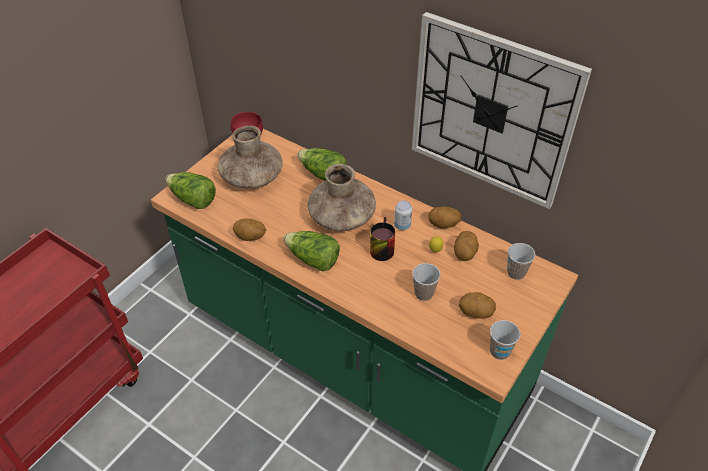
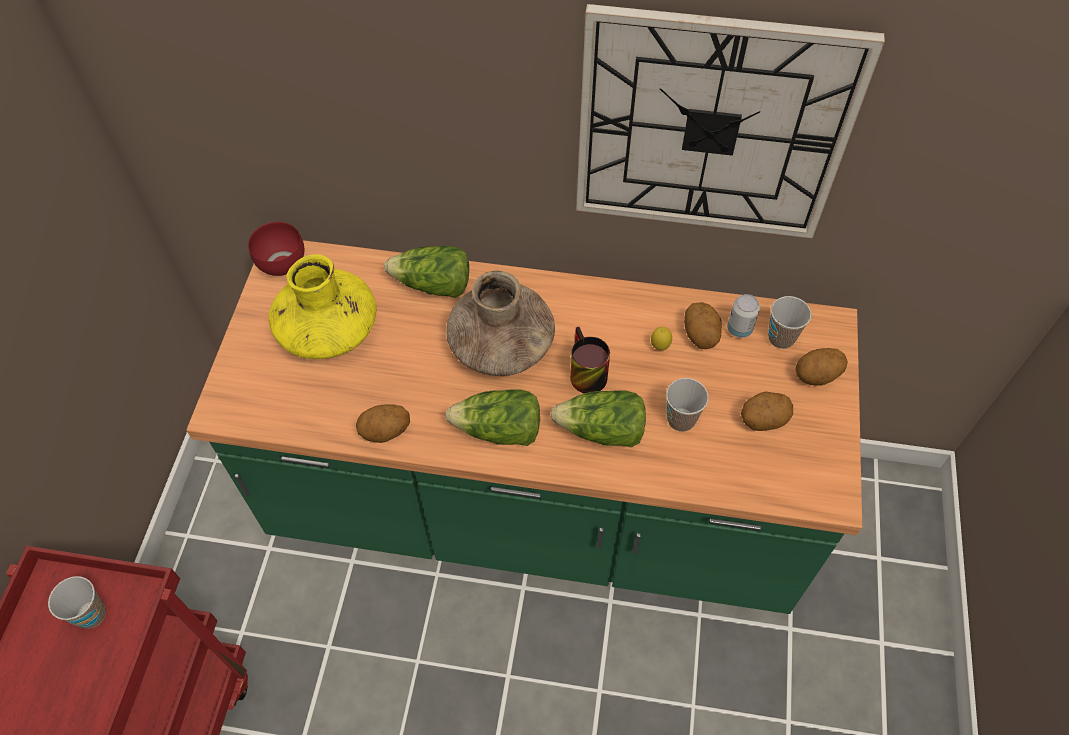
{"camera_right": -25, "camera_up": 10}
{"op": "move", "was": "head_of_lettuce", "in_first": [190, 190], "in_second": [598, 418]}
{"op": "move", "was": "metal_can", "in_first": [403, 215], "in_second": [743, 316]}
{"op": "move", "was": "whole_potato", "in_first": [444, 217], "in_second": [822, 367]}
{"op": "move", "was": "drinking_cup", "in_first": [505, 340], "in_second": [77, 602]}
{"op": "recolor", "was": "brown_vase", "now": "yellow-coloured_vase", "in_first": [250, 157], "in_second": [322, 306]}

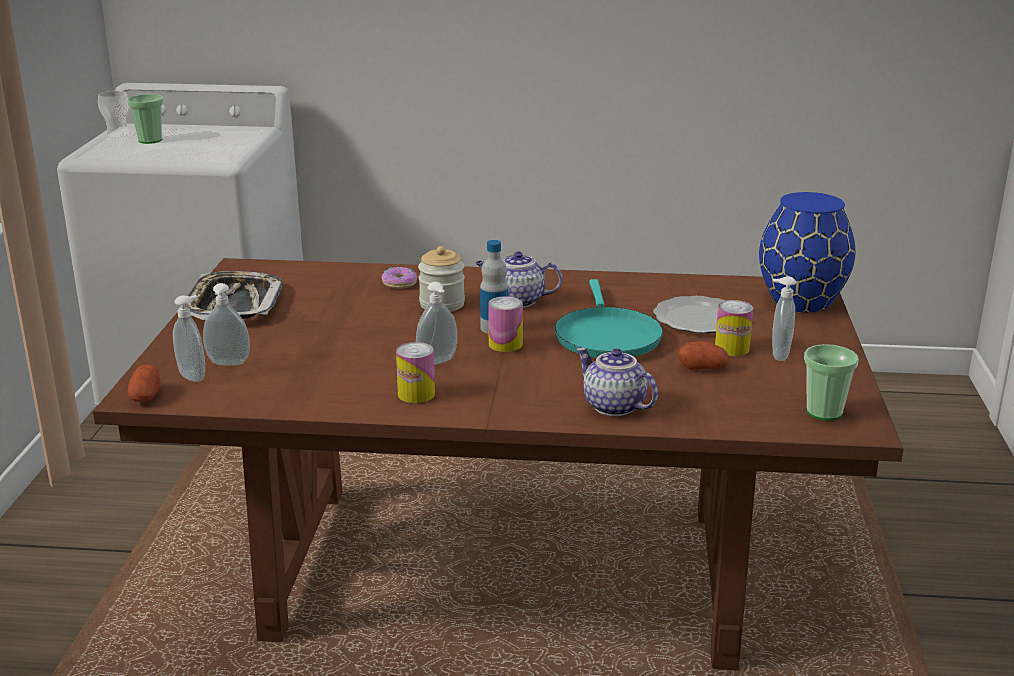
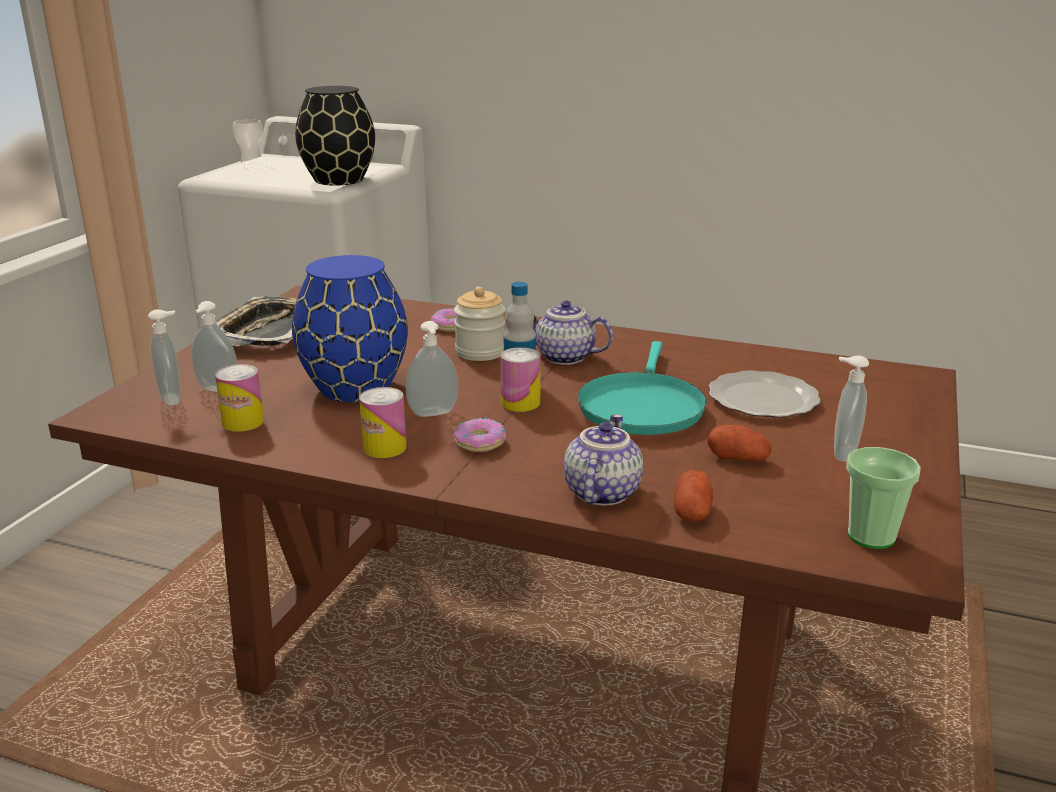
{"camera_right": 15, "camera_up": 0}
{"op": "delete", "was": "drinking_cup", "in_first": [145, 119]}
{"op": "insert", "now": "black_vase", "in_second": [335, 136]}
{"op": "insert", "now": "doughnut", "in_second": [479, 434]}
{"op": "move", "was": "whole_potato", "in_first": [144, 383], "in_second": [693, 495]}
{"op": "move", "was": "metal_can", "in_first": [734, 328], "in_second": [239, 398]}
{"op": "move", "was": "blue-coloured_vase", "in_first": [807, 252], "in_second": [350, 328]}
{"op": "rotate", "was": "tea_pot", "in_first": [617, 381], "in_second": [603, 460], "clockwise": 45}

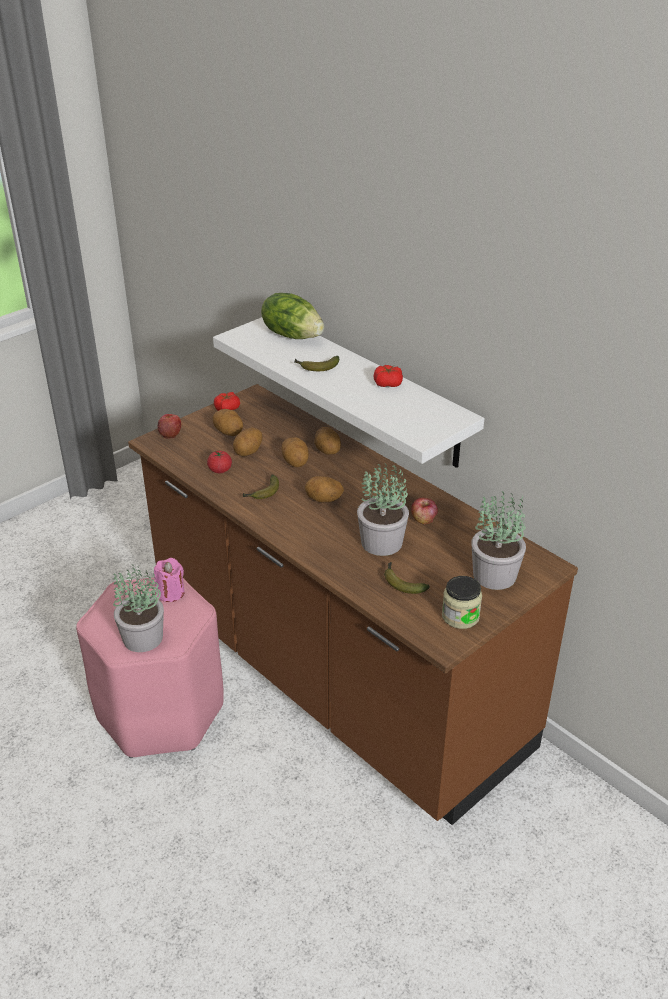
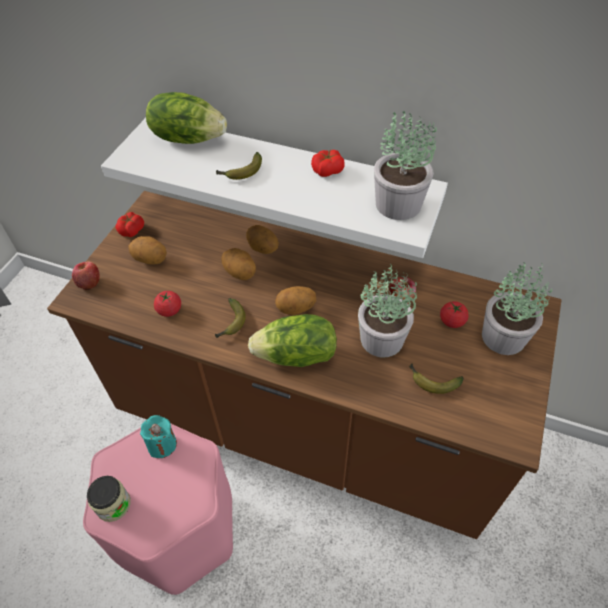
{"camera_right": -25, "camera_up": 15}
{"op": "delete", "was": "whole_potato", "in_first": [248, 442]}
{"op": "insert", "now": "head_of_lettuce", "in_second": [292, 340]}
{"op": "insert", "now": "tomato", "in_second": [454, 314]}
{"op": "move", "was": "potted_plant", "in_first": [138, 608], "in_second": [405, 165]}
{"op": "move", "was": "storage_jar", "in_first": [462, 602], "in_second": [109, 499]}
{"op": "recolor", "was": "pink-coloured_wax_light", "now": "turquoise_wax_light", "in_first": [169, 580], "in_second": [158, 436]}

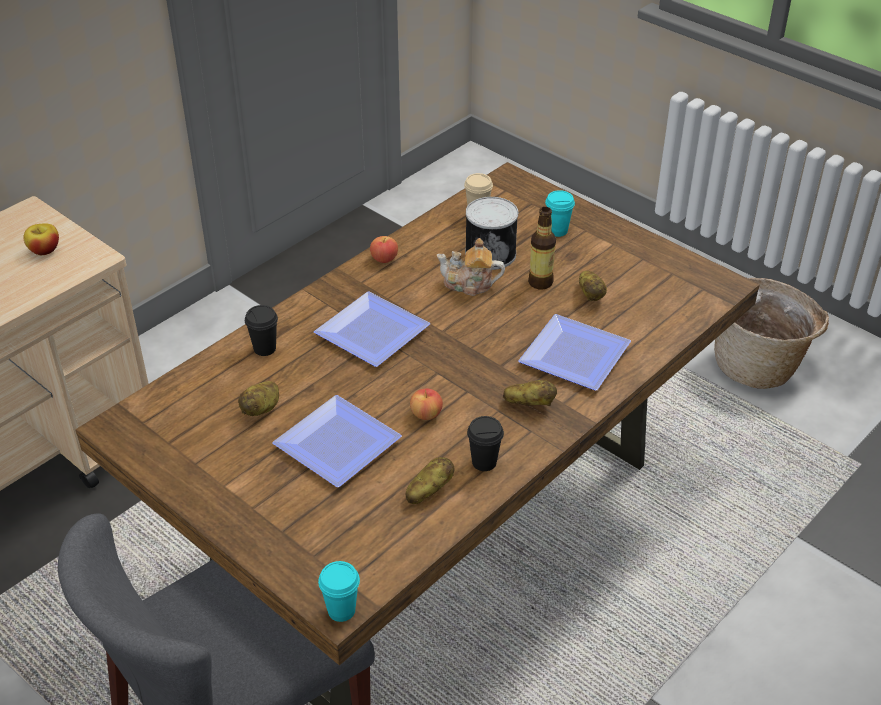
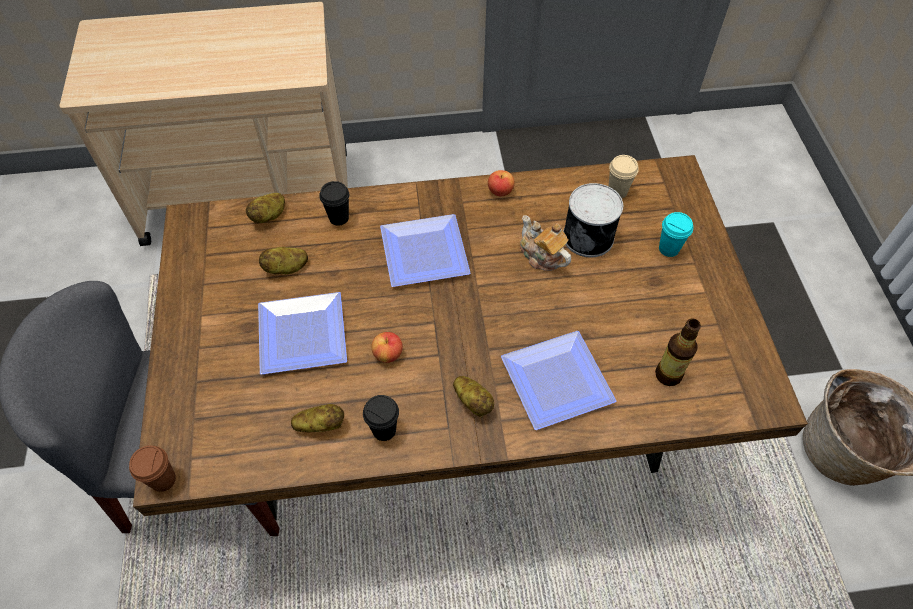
{"camera_right": 40, "camera_up": 15}
{"op": "delete", "was": "apple_fruit", "in_first": [41, 239]}
{"op": "move", "was": "bottle", "in_first": [542, 248], "in_second": [678, 352]}
{"op": "move", "was": "whole_potato", "in_first": [593, 286], "in_second": [265, 208]}
{"op": "recolor", "was": "turquoise_drinking_cup", "now": "brown_drinking_cup", "in_first": [339, 591], "in_second": [152, 468]}

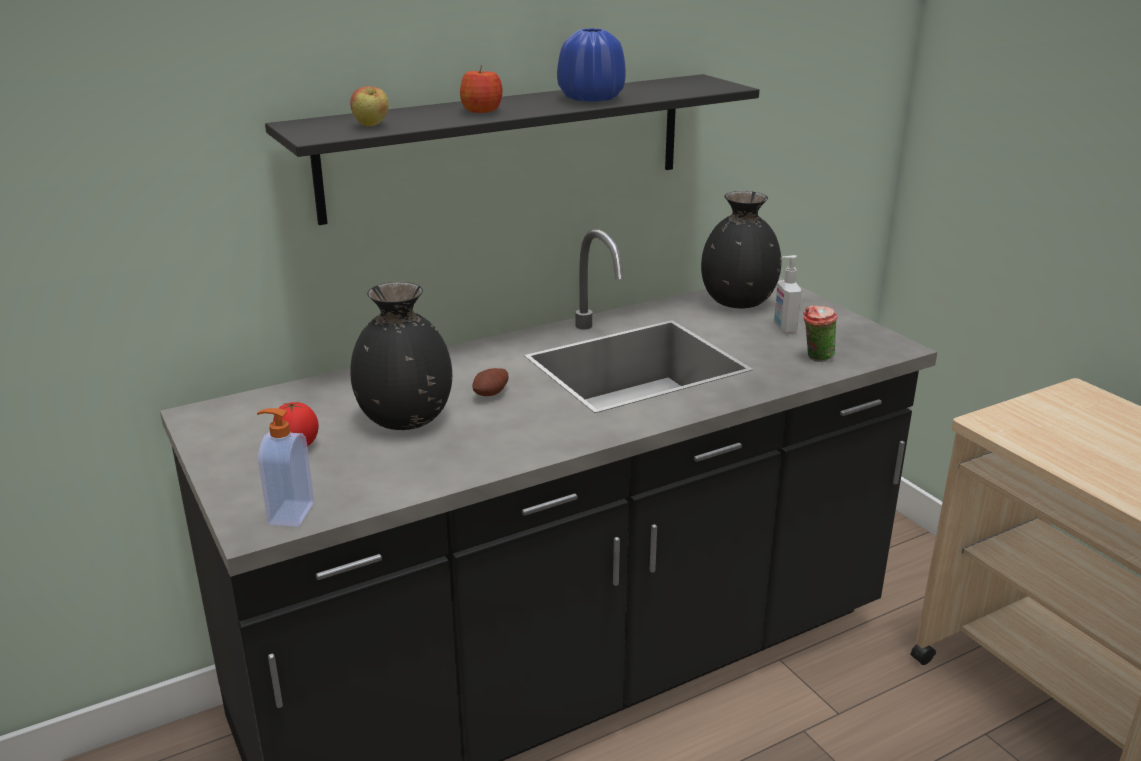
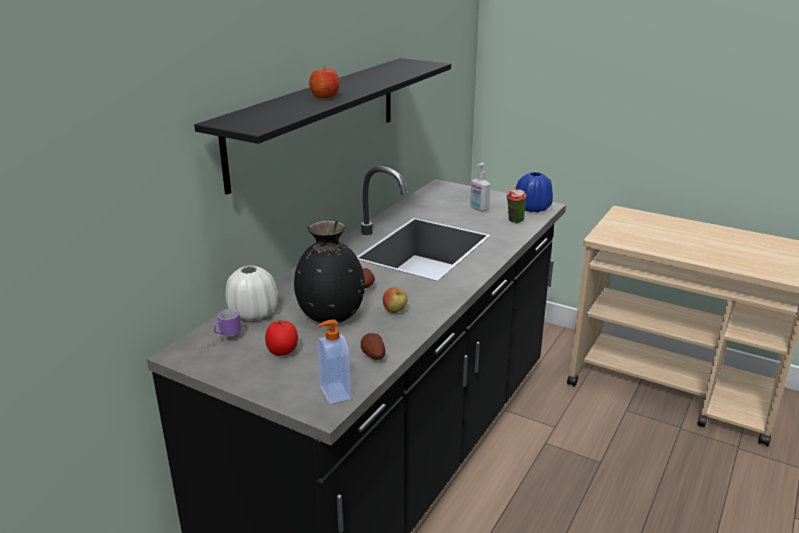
{"camera_right": -30, "camera_up": 0}
{"op": "delete", "was": "black_vase", "in_first": [741, 249]}
{"op": "insert", "now": "tea_mug", "in_second": [220, 329]}
{"op": "insert", "now": "white-coloured_vase", "in_second": [252, 293]}
{"op": "insert", "now": "whole_potato", "in_second": [373, 346]}
{"op": "move", "was": "apple_fruit", "in_first": [369, 106], "in_second": [395, 300]}
{"op": "move", "was": "blue-coloured_vase", "in_first": [591, 65], "in_second": [534, 192]}

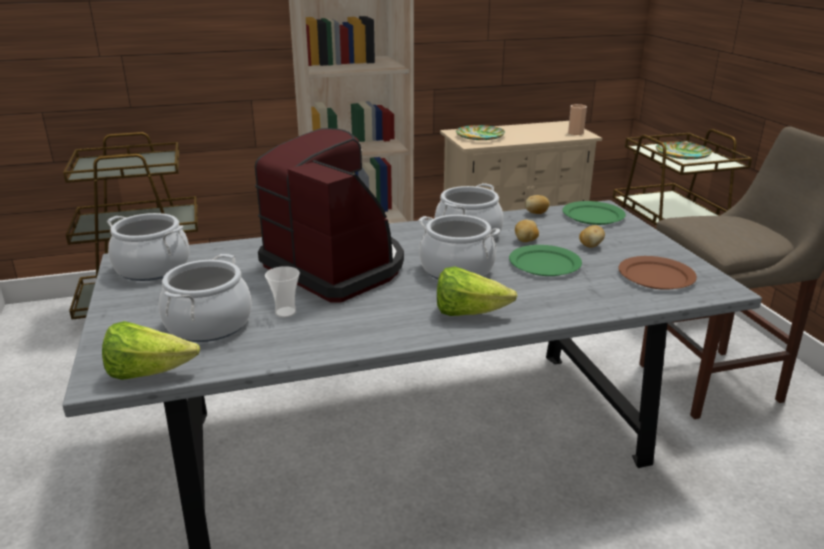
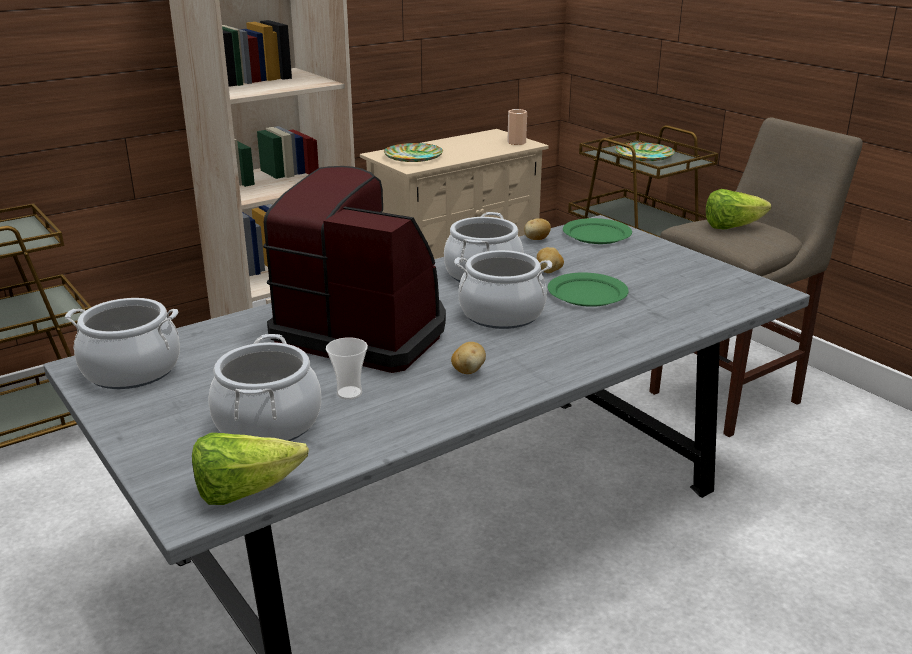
{"camera_right": -20, "camera_up": 0}
{"op": "delete", "was": "brown_dinner_plate", "in_first": [657, 273]}
{"op": "move", "was": "head_of_lettuce", "in_first": [477, 291], "in_second": [738, 209]}
{"op": "move", "was": "whole_potato", "in_first": [592, 236], "in_second": [468, 358]}

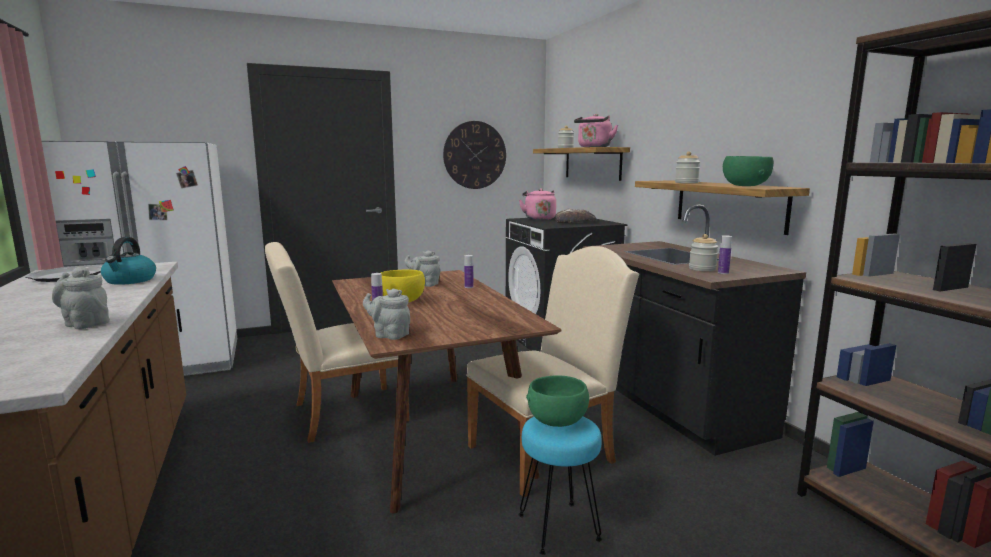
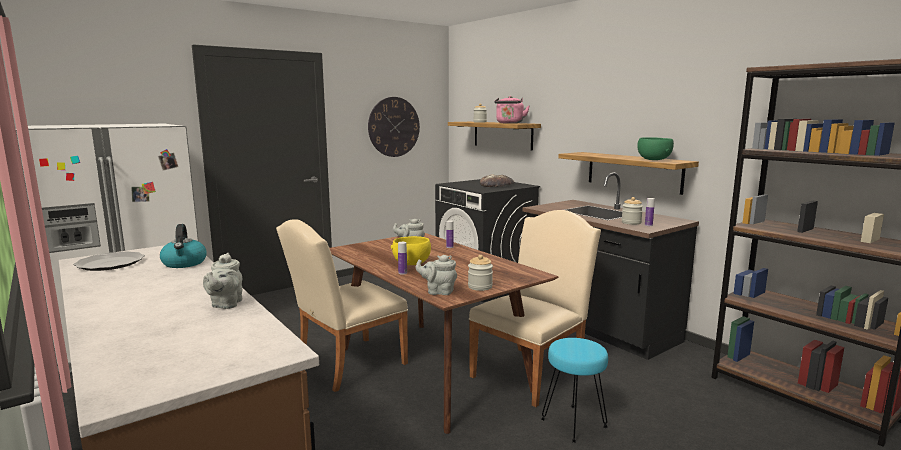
{"camera_right": -15, "camera_up": 0}
{"op": "delete", "was": "pink-coloured_water_kettle", "in_first": [537, 204]}
{"op": "delete", "was": "green-coloured_deep_dish", "in_first": [557, 401]}
{"op": "move", "was": "storage_jar", "in_first": [687, 167], "in_second": [480, 273]}
{"op": "rotate", "was": "greyish_tea_pot", "in_first": [81, 298], "in_second": [222, 281], "clockwise": -105}

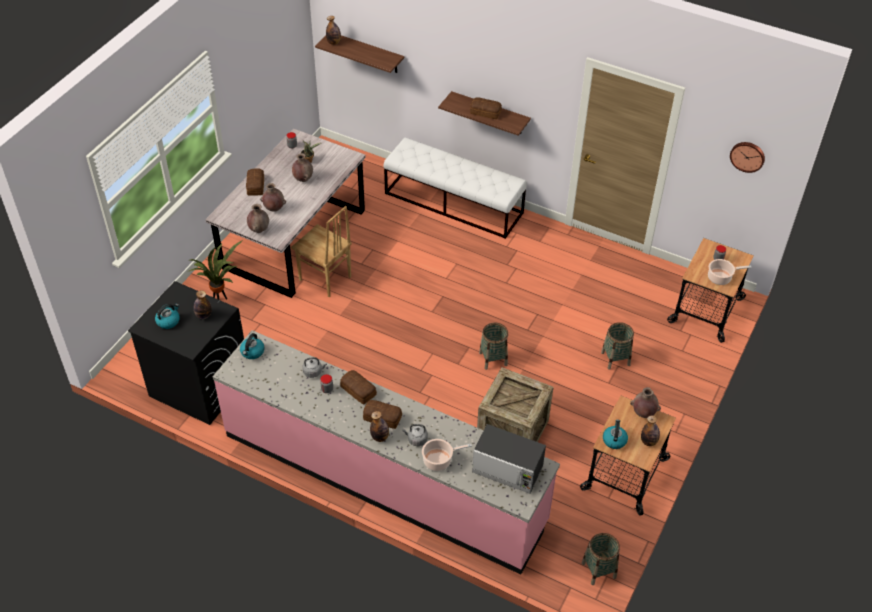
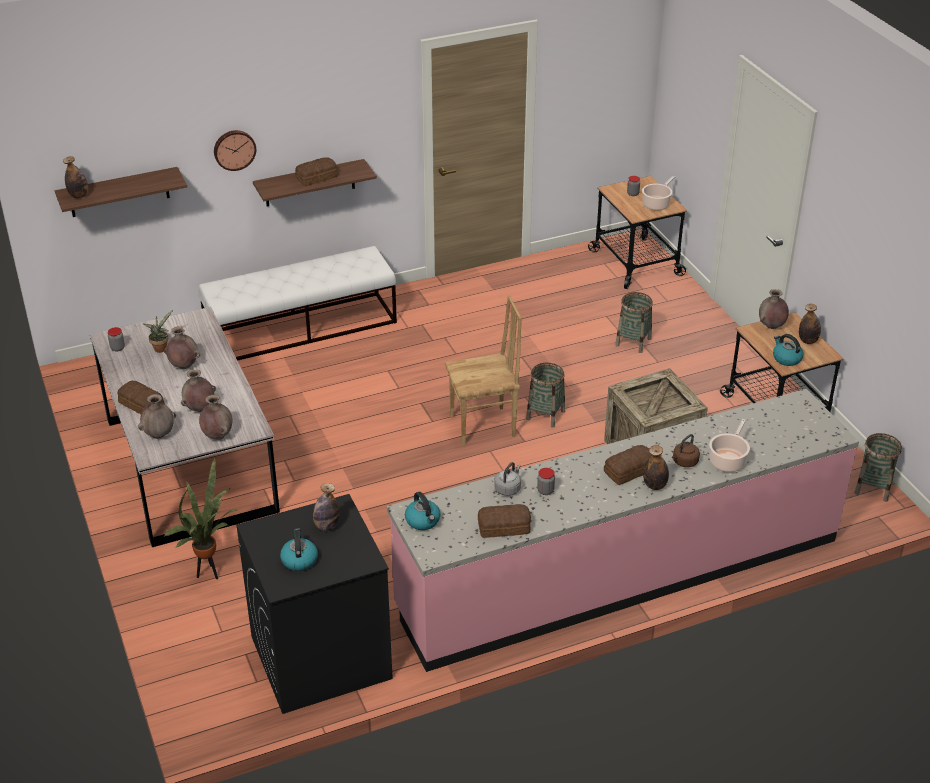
{"camera_right": -50, "camera_up": -10}
{"op": "delete", "was": "microwave_oven", "in_first": [509, 459]}
{"op": "insert", "now": "brown_vase", "in_second": [157, 416]}
{"op": "move", "was": "brown_plain_chair", "in_first": [321, 251], "in_second": [483, 371]}
{"op": "move", "was": "bakery_bread", "in_first": [358, 387], "in_second": [504, 521]}
{"op": "move", "was": "wall_clock", "in_first": [747, 157], "in_second": [235, 150]}
{"op": "recolor", "was": "greyish_water_kettle", "now": "brown_water_kettle", "in_first": [415, 435], "in_second": [686, 450]}

